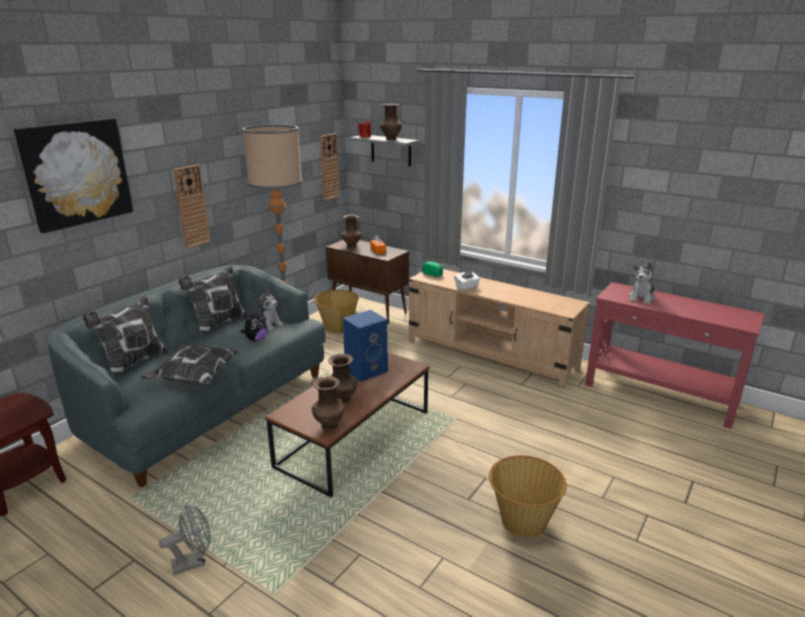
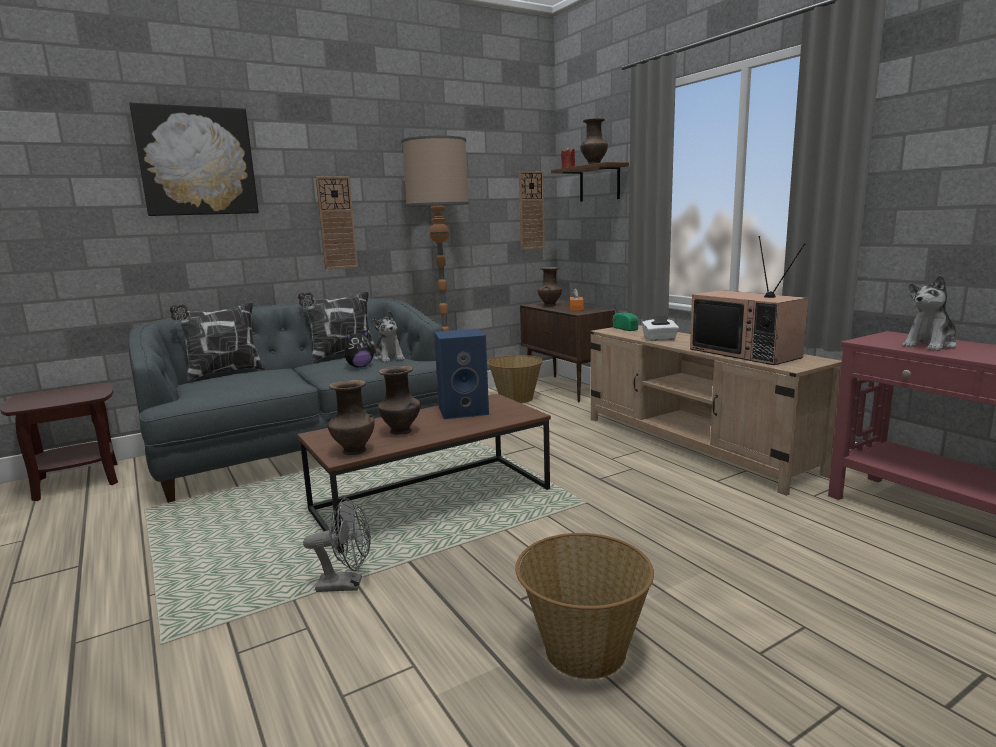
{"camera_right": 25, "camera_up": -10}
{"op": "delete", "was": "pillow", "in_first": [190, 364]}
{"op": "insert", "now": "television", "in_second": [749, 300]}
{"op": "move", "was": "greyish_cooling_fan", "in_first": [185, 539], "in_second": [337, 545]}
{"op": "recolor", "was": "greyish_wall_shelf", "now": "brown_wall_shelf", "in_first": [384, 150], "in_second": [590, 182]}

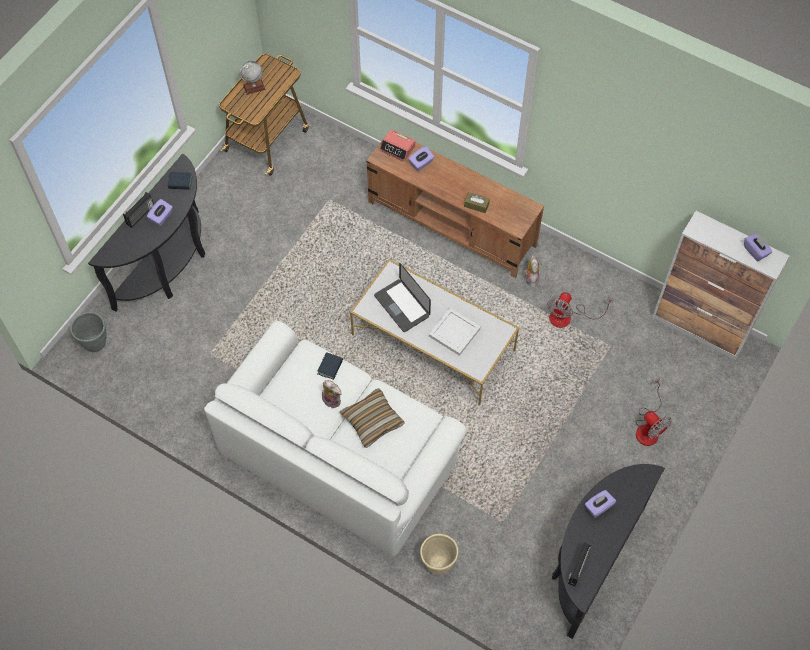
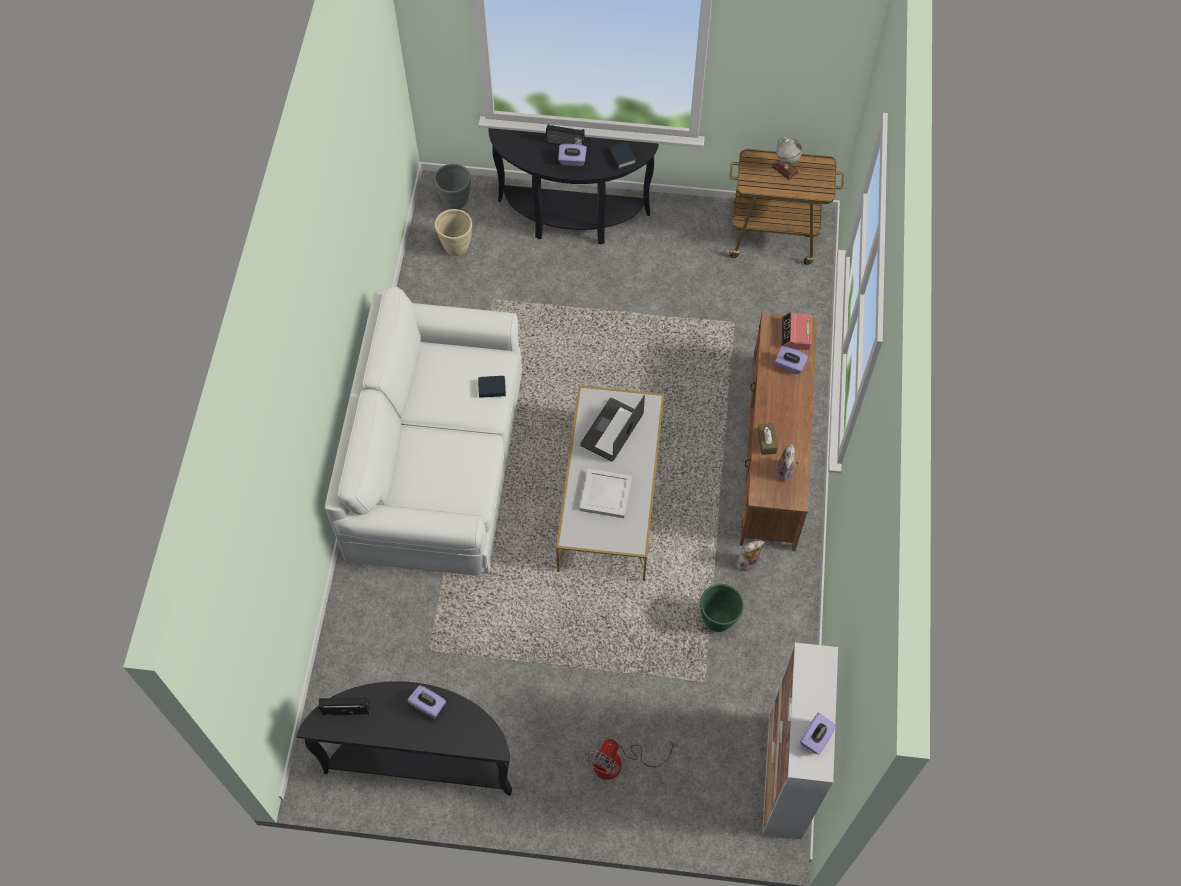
{"camera_right": 65, "camera_up": 0}
{"op": "delete", "was": "pillow", "in_first": [372, 418]}
{"op": "move", "was": "cuddly_toy", "in_first": [332, 394], "in_second": [787, 462]}
{"op": "move", "was": "beige-coloured_plant_pot", "in_first": [439, 554], "in_second": [453, 232]}
{"op": "replace", "was": "cooling_fan", "now": "green-coloured_plant_pot", "in_first": [580, 310], "in_second": [722, 608]}

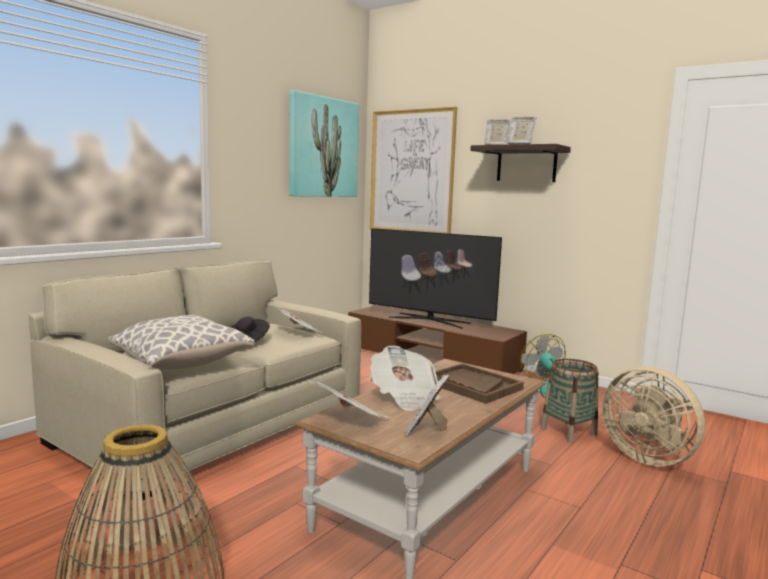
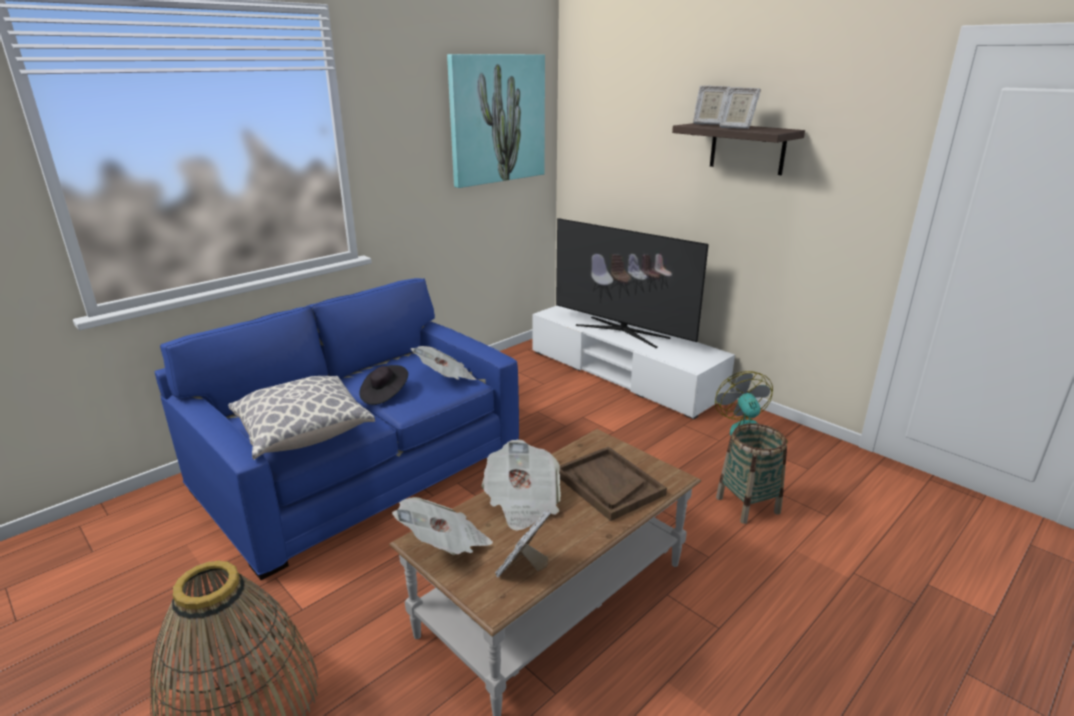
{"camera_right": 10, "camera_up": 15}
{"op": "delete", "was": "wall_art", "in_first": [413, 170]}
{"op": "delete", "was": "beige-coloured_cooling_fan", "in_first": [653, 416]}
{"op": "recolor", "was": "beige-coloured_settee", "now": "blue-coloured_settee", "in_first": [195, 380], "in_second": [337, 429]}
{"op": "recolor", "was": "brown_media_console", "now": "white-coloured_media_console", "in_first": [437, 339], "in_second": [633, 362]}

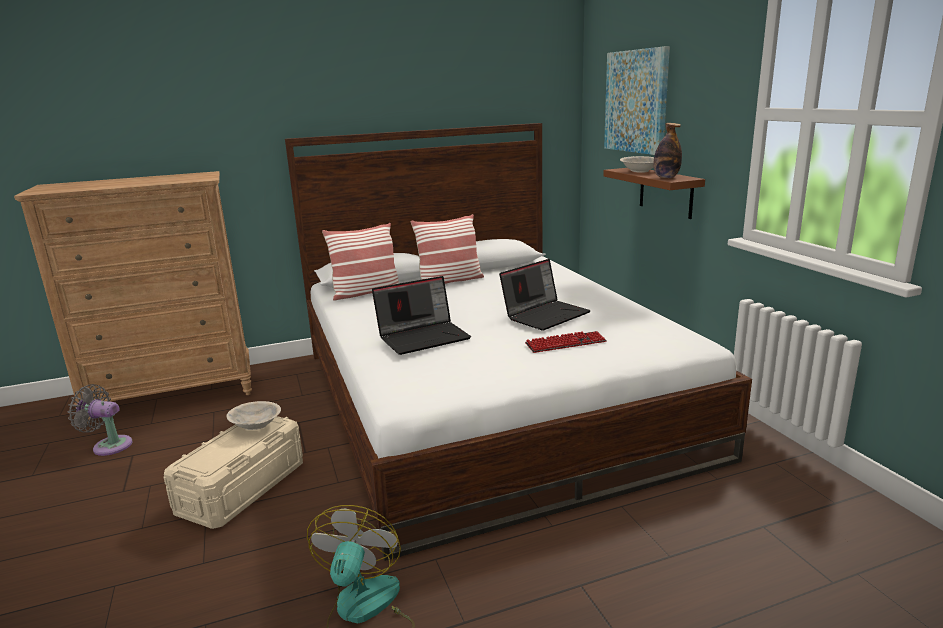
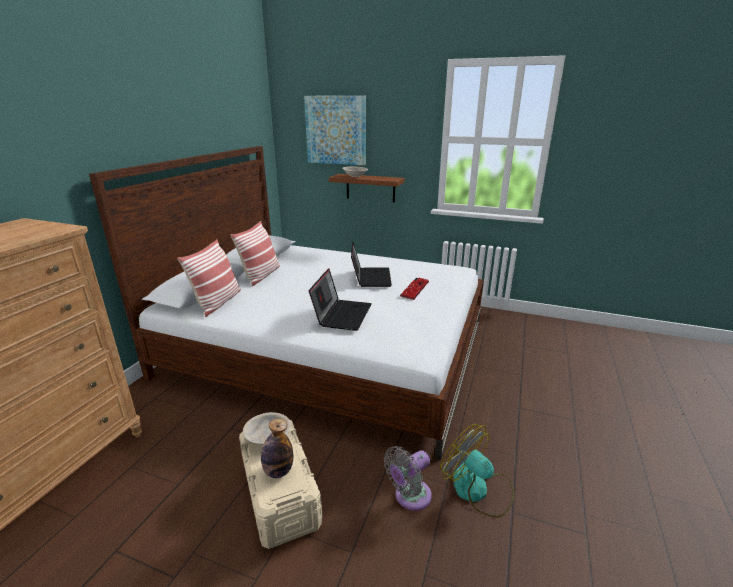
{"camera_right": -50, "camera_up": 5}
{"op": "move", "was": "greyish_cooling_fan", "in_first": [99, 420], "in_second": [408, 478]}
{"op": "move", "was": "bottle", "in_first": [668, 150], "in_second": [277, 448]}

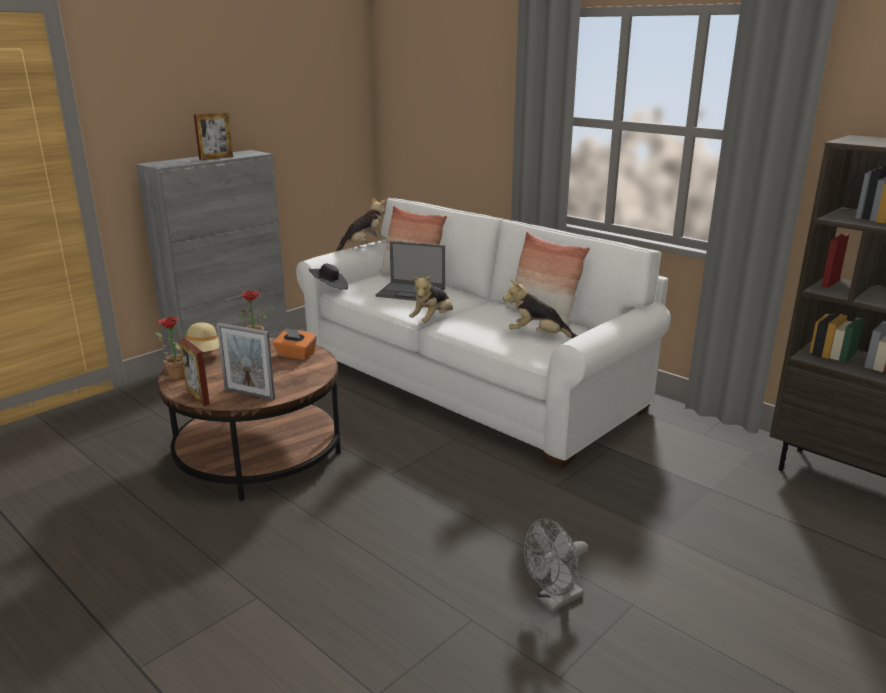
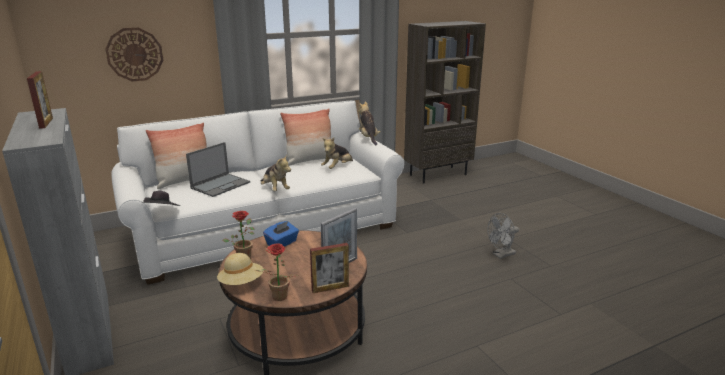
{"camera_right": -70, "camera_up": 0}
{"op": "insert", "now": "wall_clock", "in_second": [134, 54]}
{"op": "move", "was": "cuddly_toy", "in_first": [361, 224], "in_second": [369, 123]}
{"op": "recolor", "was": "orange_box_of_tissues", "now": "blue-coloured_box_of_tissues", "in_first": [295, 344], "in_second": [281, 234]}
{"op": "rotate", "was": "greyish_cooling_fan", "in_first": [556, 565], "in_second": [503, 236], "clockwise": 75}

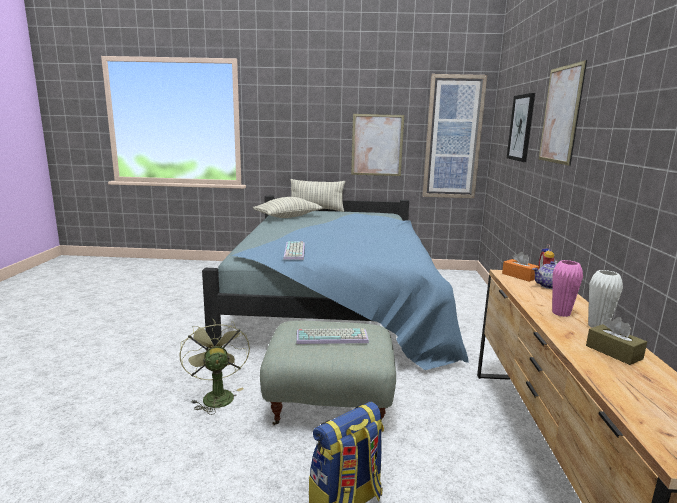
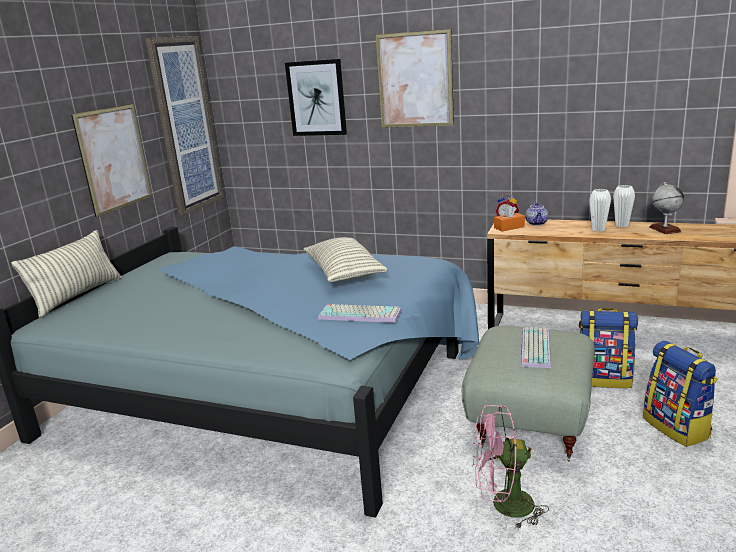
{"camera_right": -70, "camera_up": 5}
{"op": "insert", "now": "rucksack", "in_second": [608, 348]}
{"op": "move", "was": "pillow", "in_first": [288, 207], "in_second": [345, 259]}
{"op": "replace", "was": "brown_box_of_tissues", "now": "world_globe", "in_first": [616, 341], "in_second": [666, 208]}
{"op": "recolor", "was": "green-coloured_cooling_fan", "now": "pink-coloured_cooling_fan", "in_first": [215, 366], "in_second": [511, 467]}
{"op": "recolor", "was": "pink-coloured_vase", "now": "white-coloured_vase", "in_first": [567, 288], "in_second": [600, 210]}

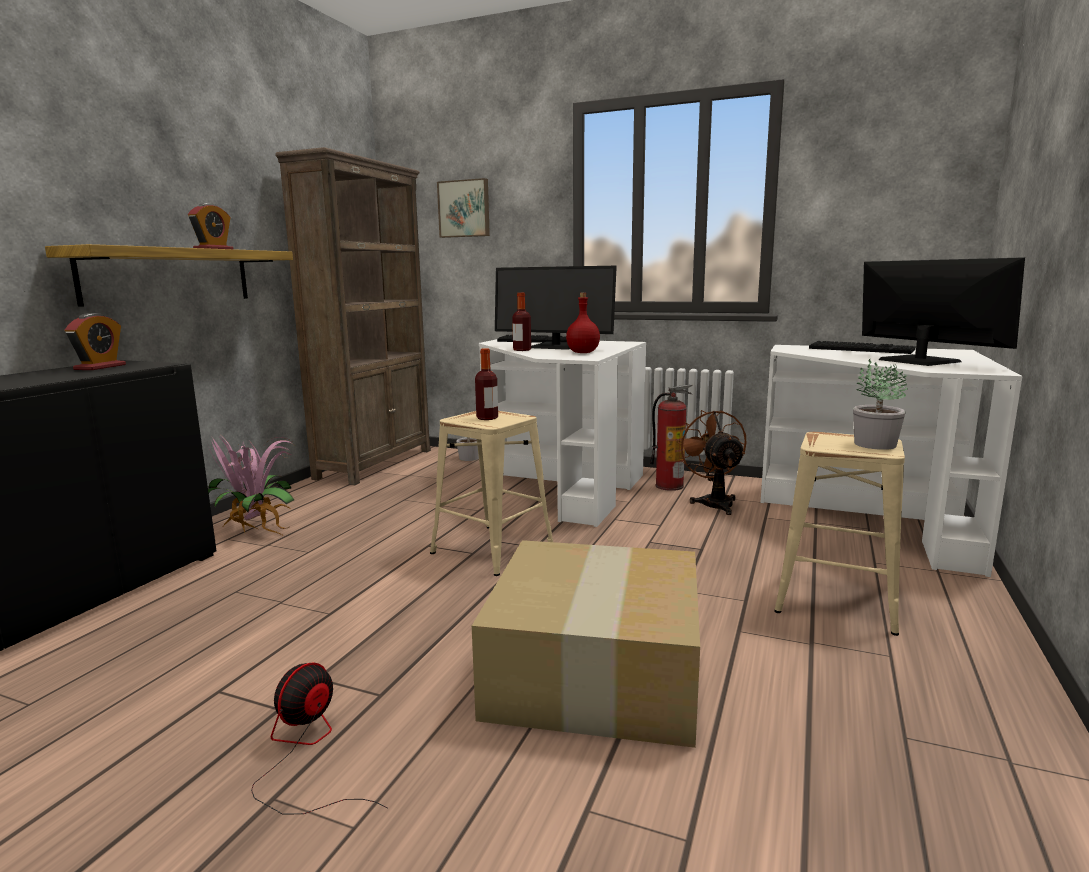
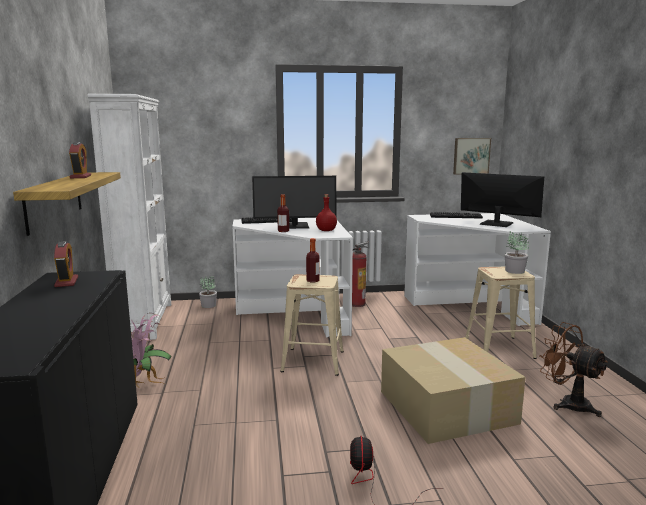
{"camera_right": -30, "camera_up": 0}
{"op": "move", "was": "wall_art", "in_first": [463, 208], "in_second": [472, 156]}
{"op": "move", "was": "brown_cooling_fan", "in_first": [711, 462], "in_second": [574, 369]}
{"op": "recolor", "was": "brown_bookcase", "now": "white-coloured_bookcase", "in_first": [353, 316], "in_second": [129, 217]}

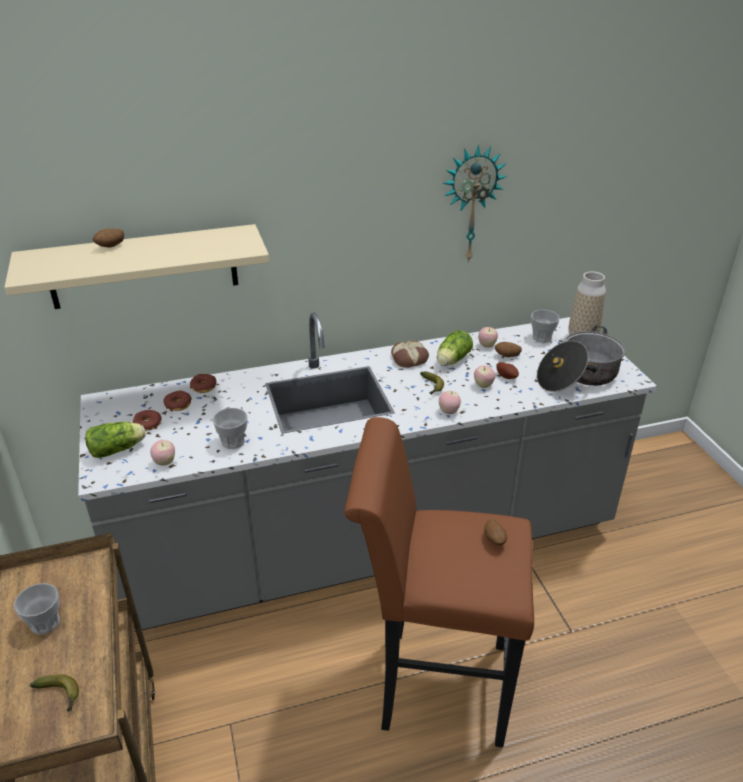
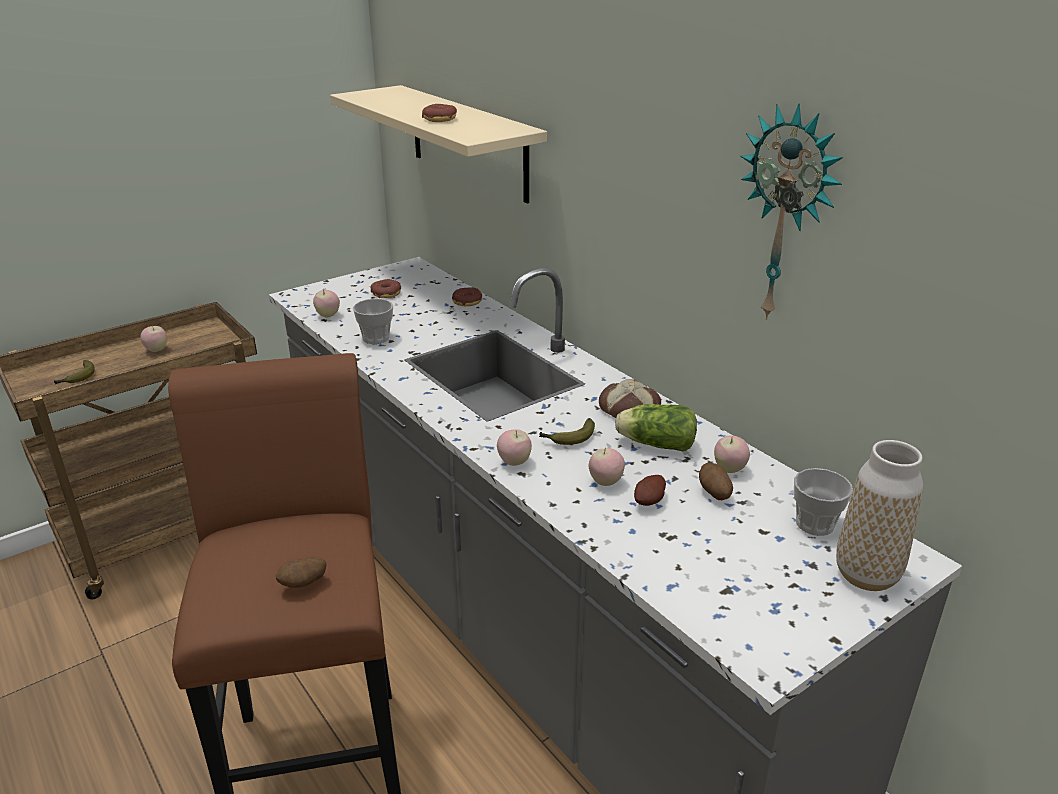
{"camera_right": 70, "camera_up": -5}
{"op": "delete", "was": "head_of_lettuce", "in_first": [115, 440]}
{"op": "delete", "was": "whole_potato", "in_first": [108, 238]}
{"op": "delete", "was": "cooking_pot", "in_first": [581, 359]}
{"op": "move", "was": "doughnut", "in_first": [177, 401], "in_second": [439, 113]}
{"op": "replace", "was": "drinking_cup", "now": "apple_fruit", "in_first": [37, 609], "in_second": [153, 339]}

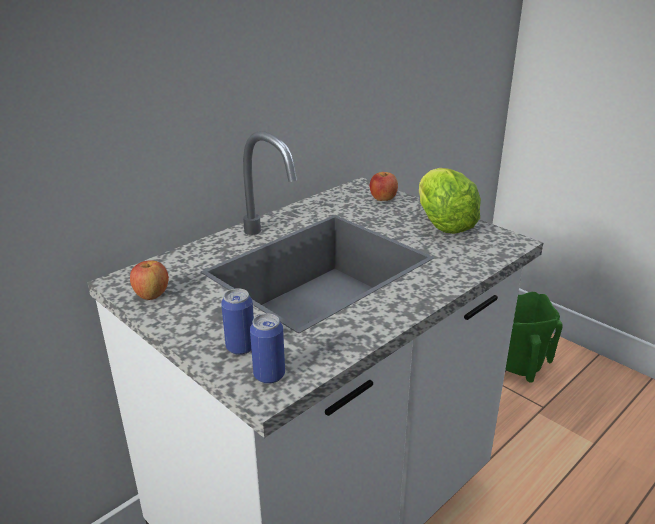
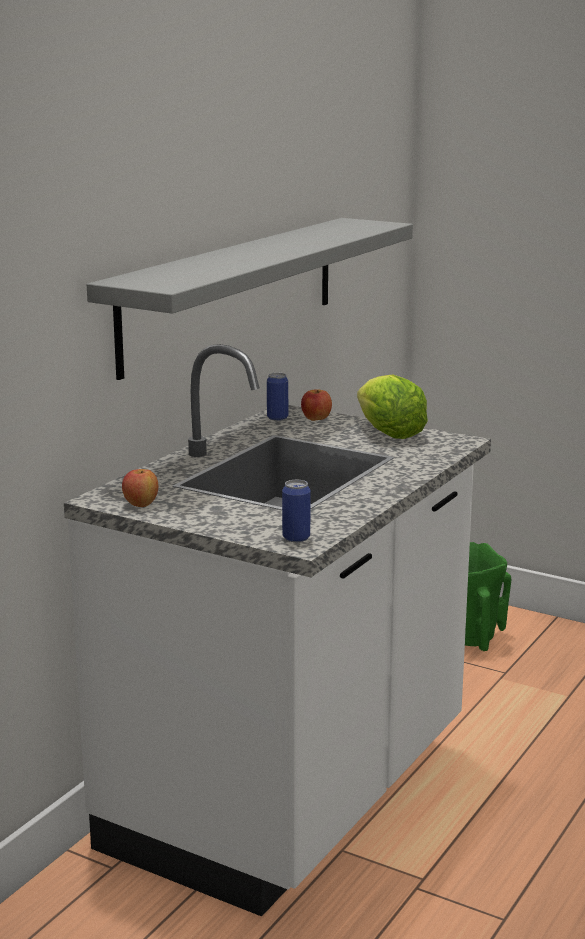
{"camera_right": -15, "camera_up": -10}
{"op": "insert", "now": "greyish_wall_shelf", "in_second": [250, 299]}
{"op": "move", "was": "metal_can", "in_first": [237, 321], "in_second": [277, 397]}

